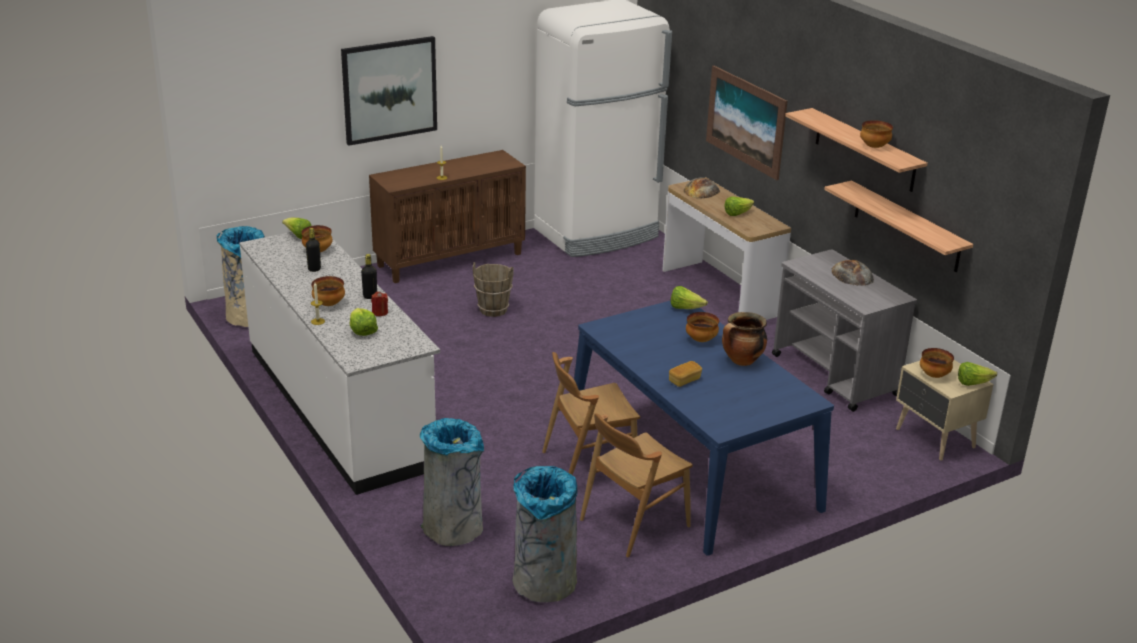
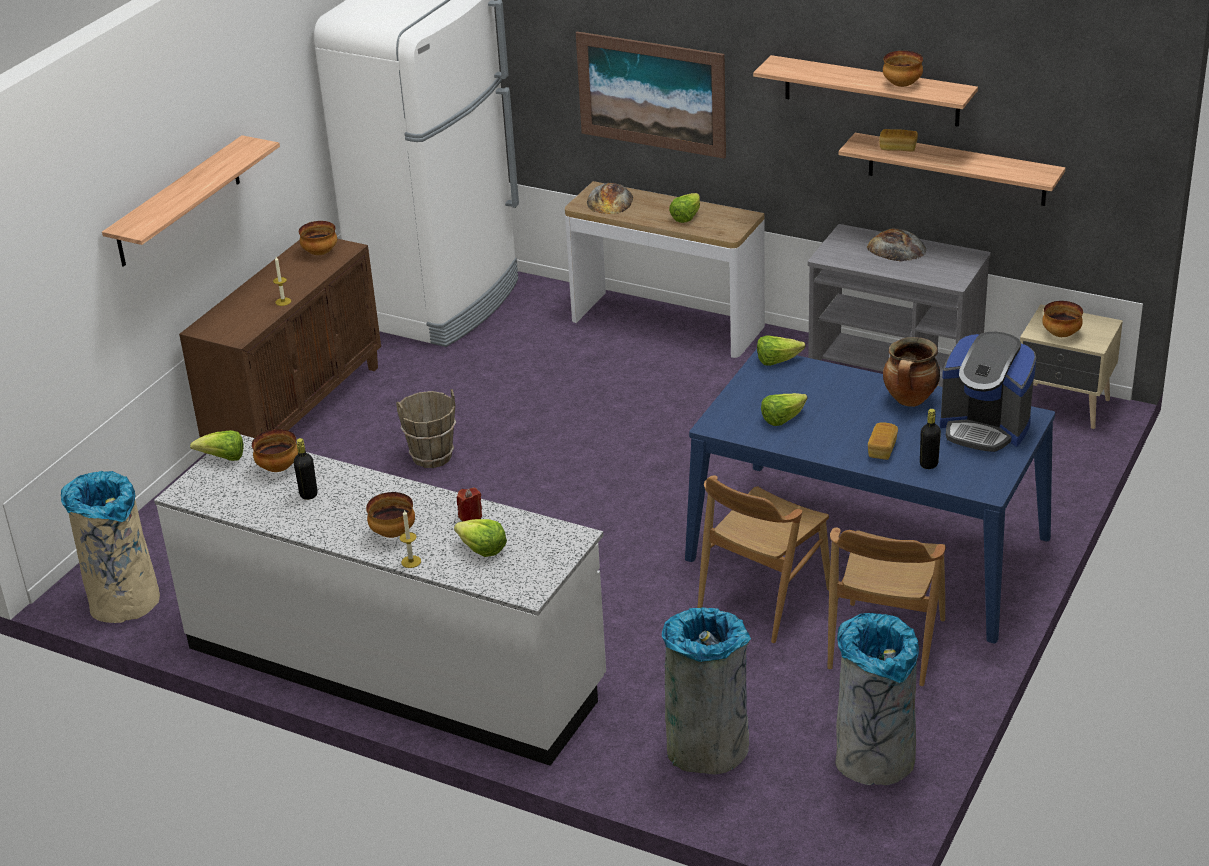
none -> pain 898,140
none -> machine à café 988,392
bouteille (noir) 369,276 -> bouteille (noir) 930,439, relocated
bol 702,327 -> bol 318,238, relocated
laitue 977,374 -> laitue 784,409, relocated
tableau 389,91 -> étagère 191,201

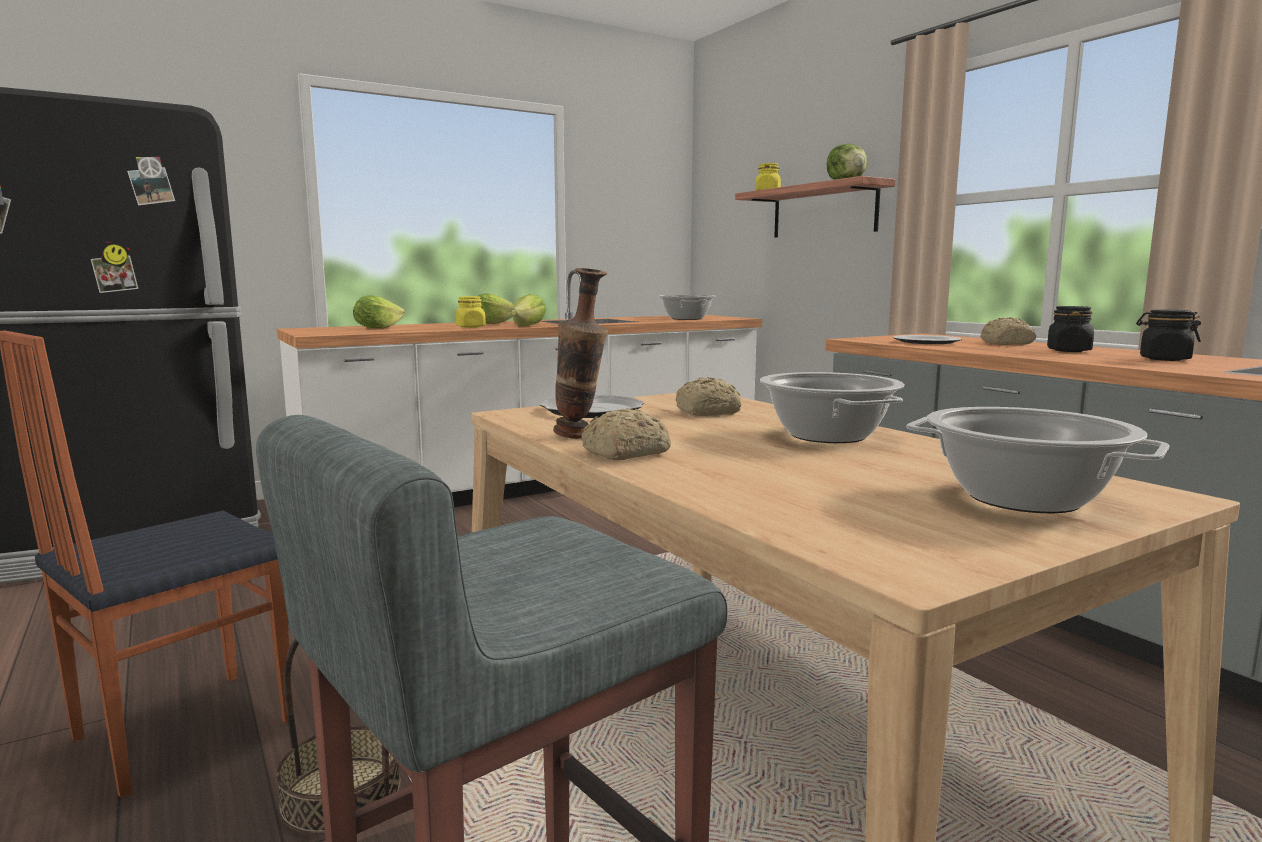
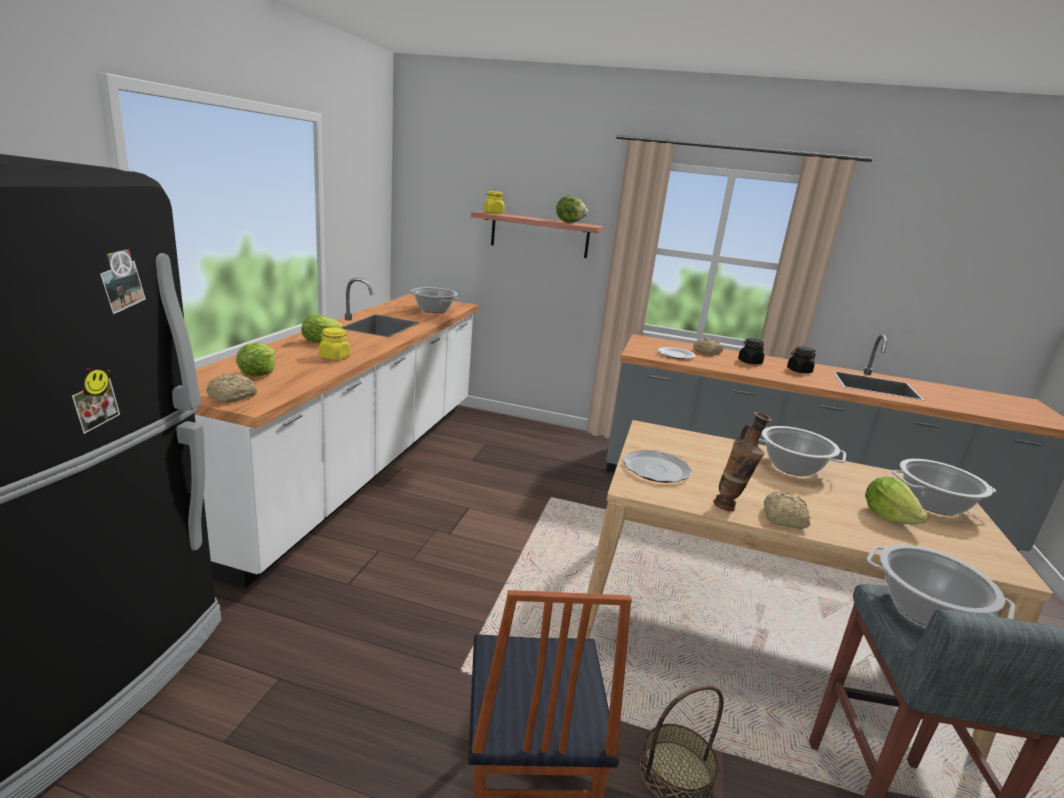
none -> marmite 940,585
laitue 528,310 -> laitue 897,500, relocated
pain 708,396 -> pain 231,388, relocated

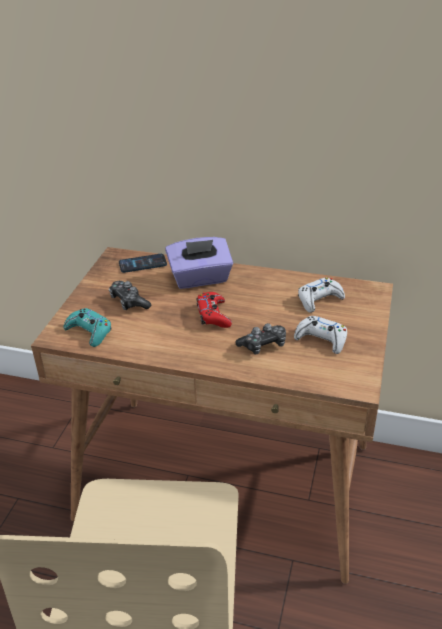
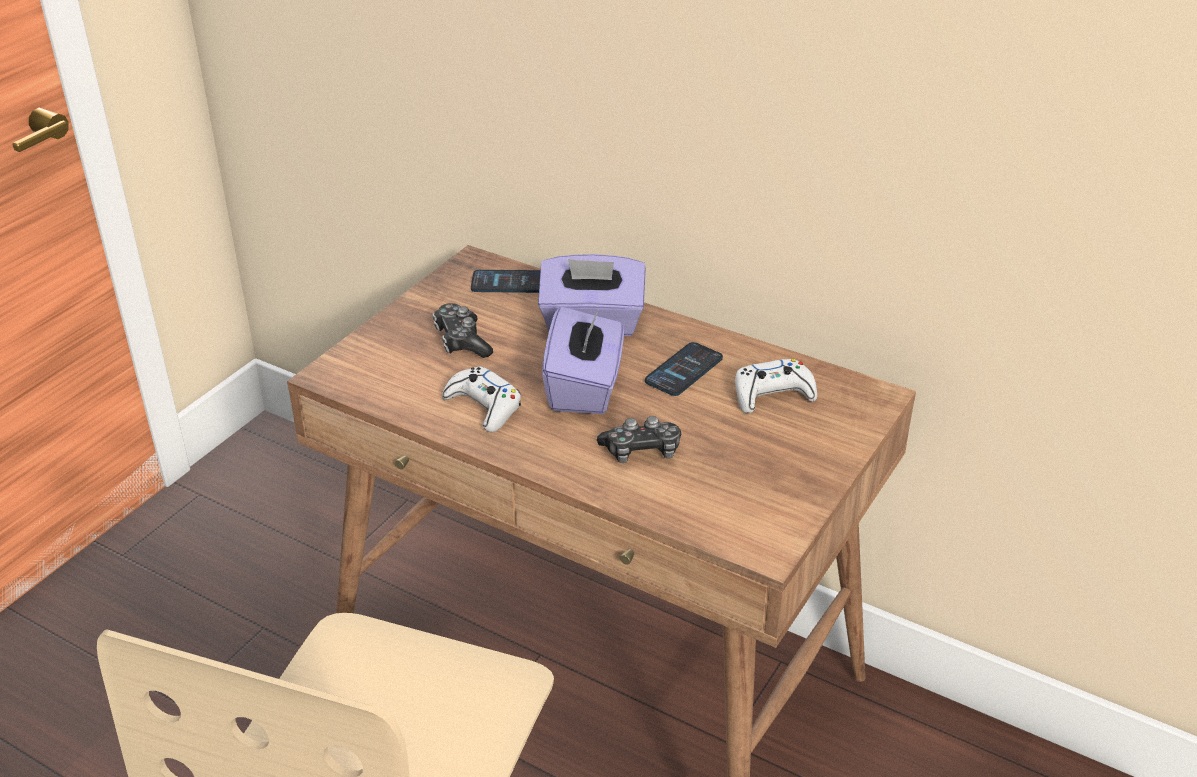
manette (turquoise) 88,327 -> none
none -> téléphone 684,369
manette (blanc) 320,335 -> manette (blanc) 481,399, relocated
manette (rouge) 214,310 -> boîte à mouchoirs (violet) 583,359

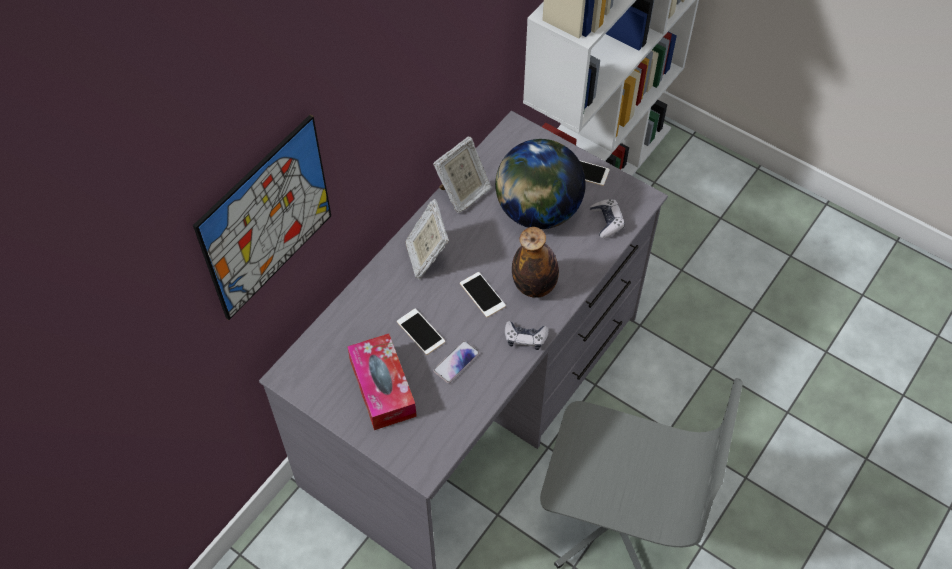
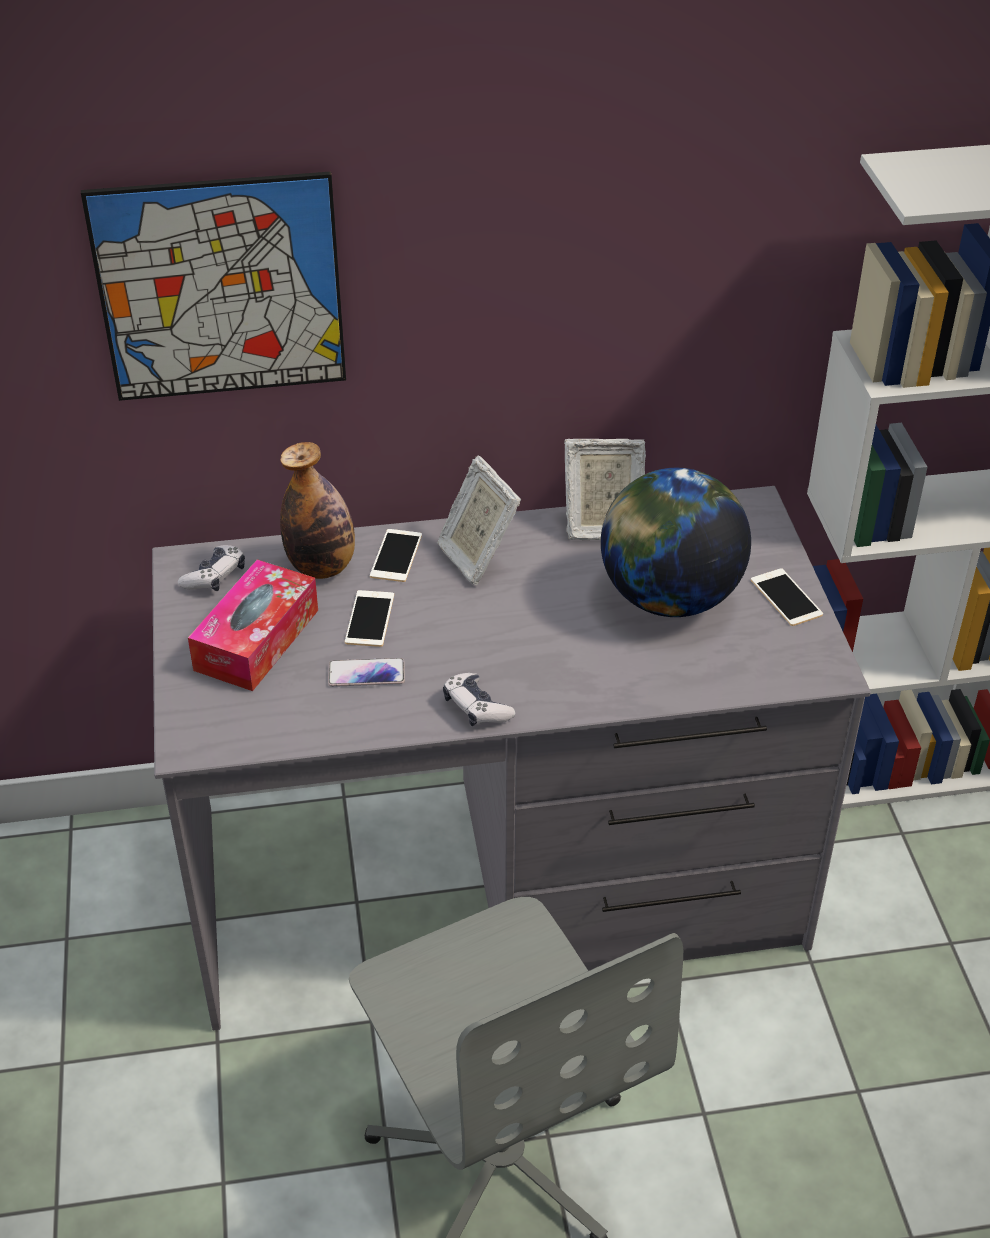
téléphone 483,294 -> téléphone 396,555, relocated
bouteille 535,262 -> bouteille 317,510, relocated
manette 607,218 -> manette 211,568, relocated
cadre photo 427,239 -> cadre photo 479,520, 60 degrees counterclockwise

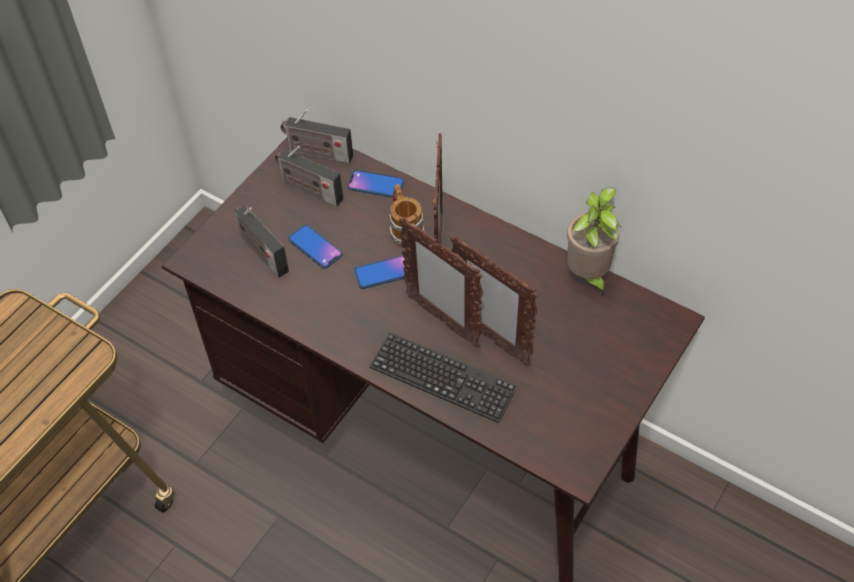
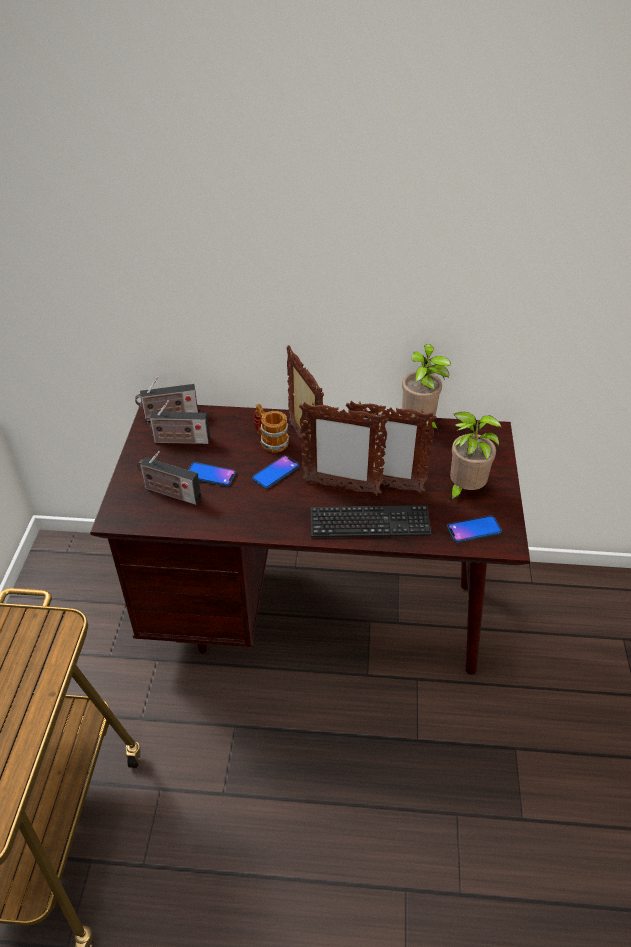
none -> plante en pot 474,457
téléphone 375,184 -> téléphone 474,529, relocated

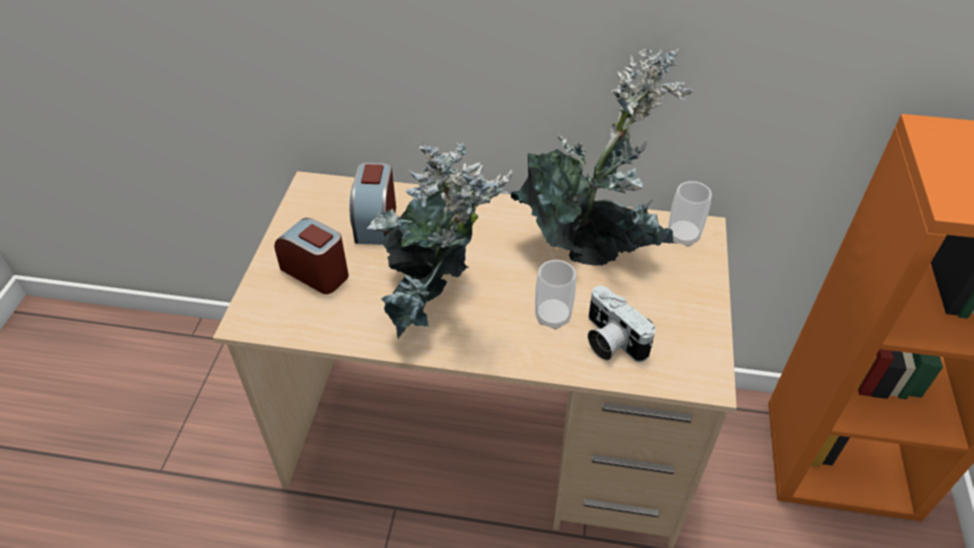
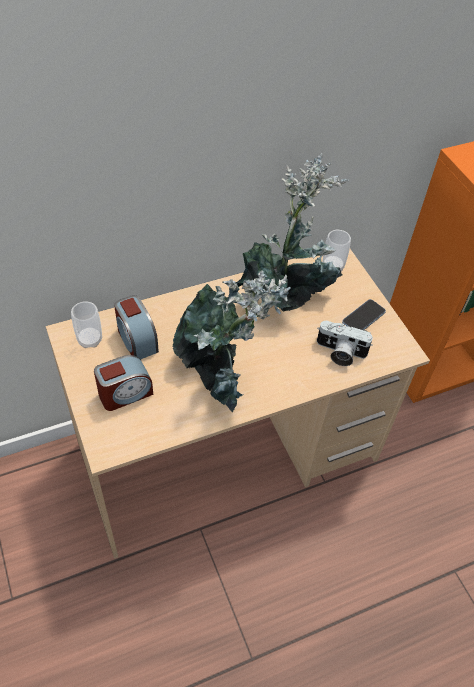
none -> téléphone 364,314
tasse 555,295 -> tasse 86,324, relocated
réveil 311,256 -> réveil 123,383, 150 degrees clockwise

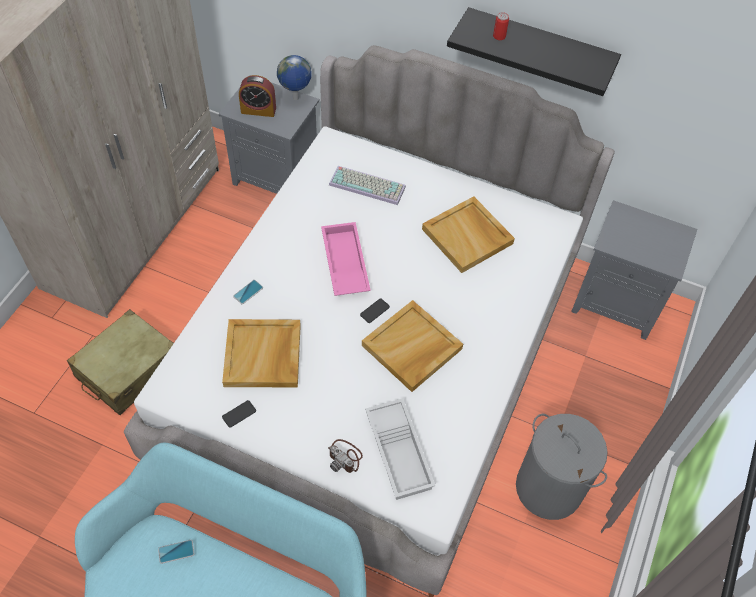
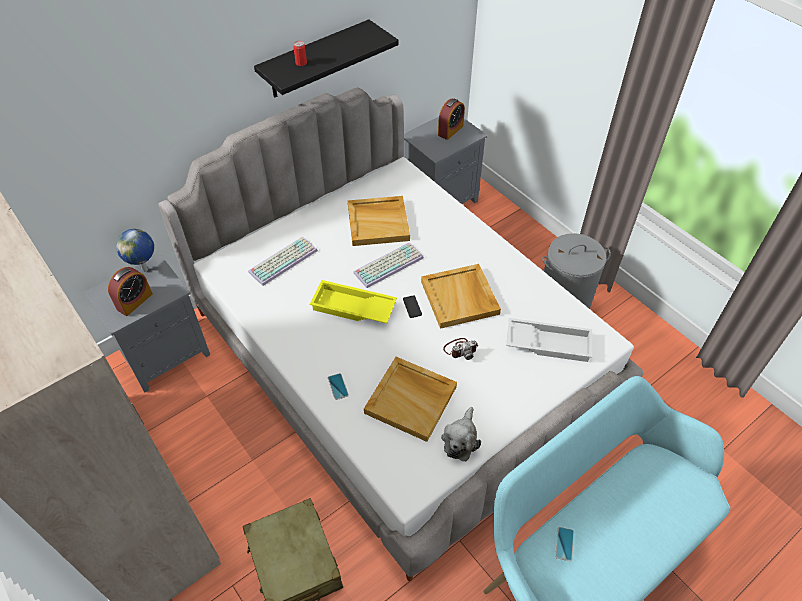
none -> clavier 388,265
none -> réveil 451,119
appareil photo 345,456 -> appareil photo 461,349, relocated
téléphone 239,414 -> peluche 461,434
plateau (rose) 346,259 -> plateau (jaune) 353,301

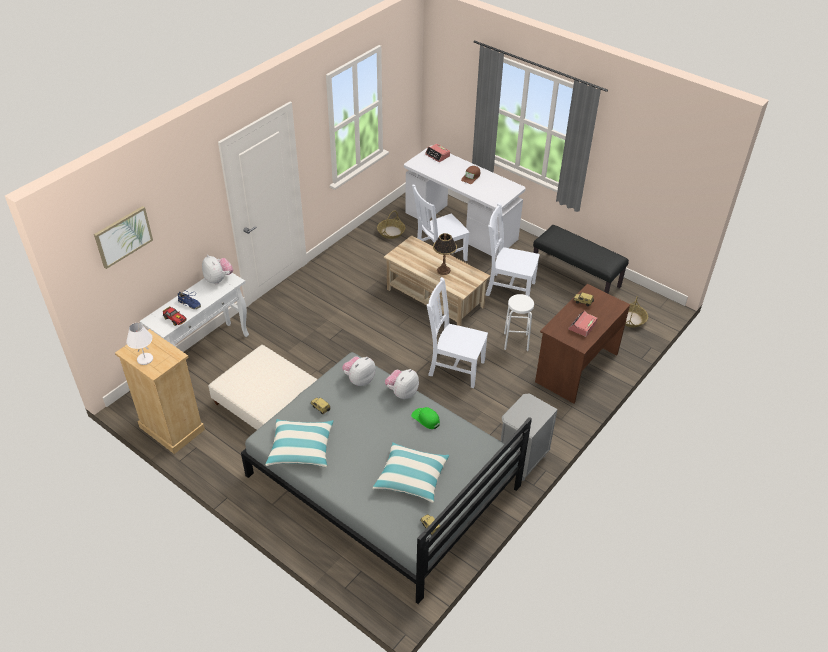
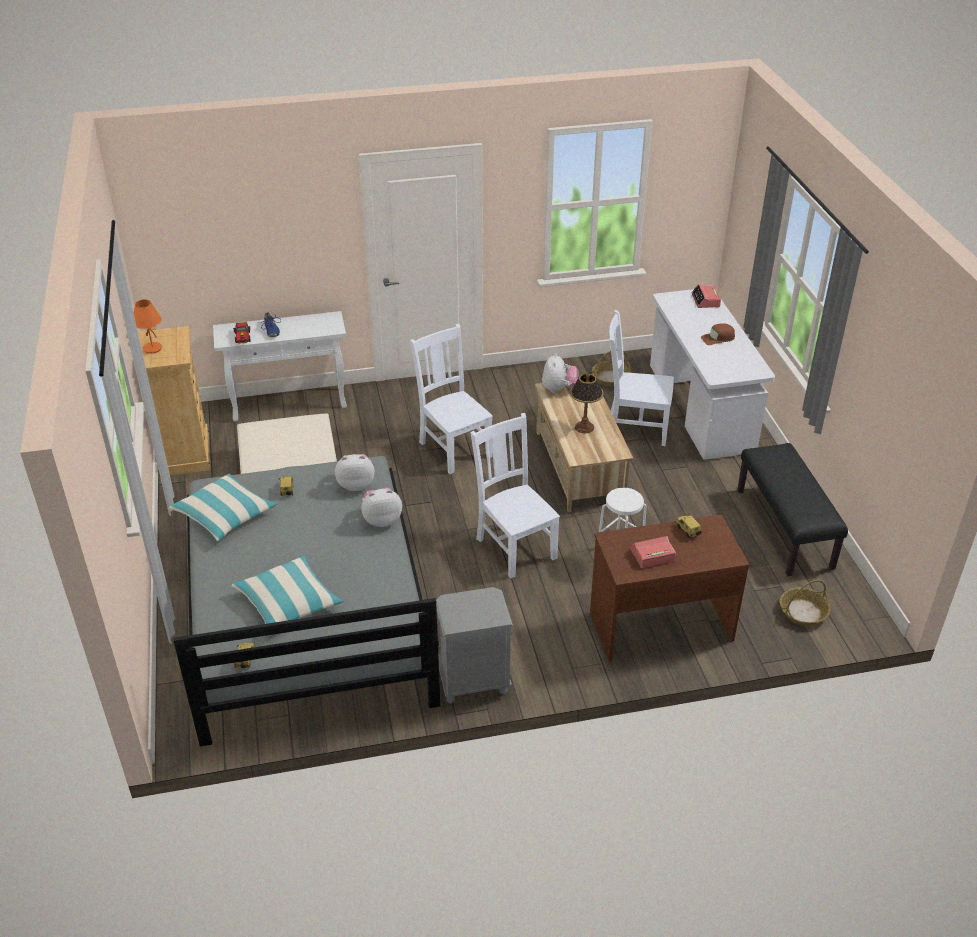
tableau 123,237 -> none
casquette (vert) 425,418 -> none
peluche 217,269 -> peluche 560,373, relocated
chaise (blanc) 513,249 -> chaise (blanc) 451,399, relocated
lampe de table (blanc) 139,344 -> lampe de table (orange) 148,327

